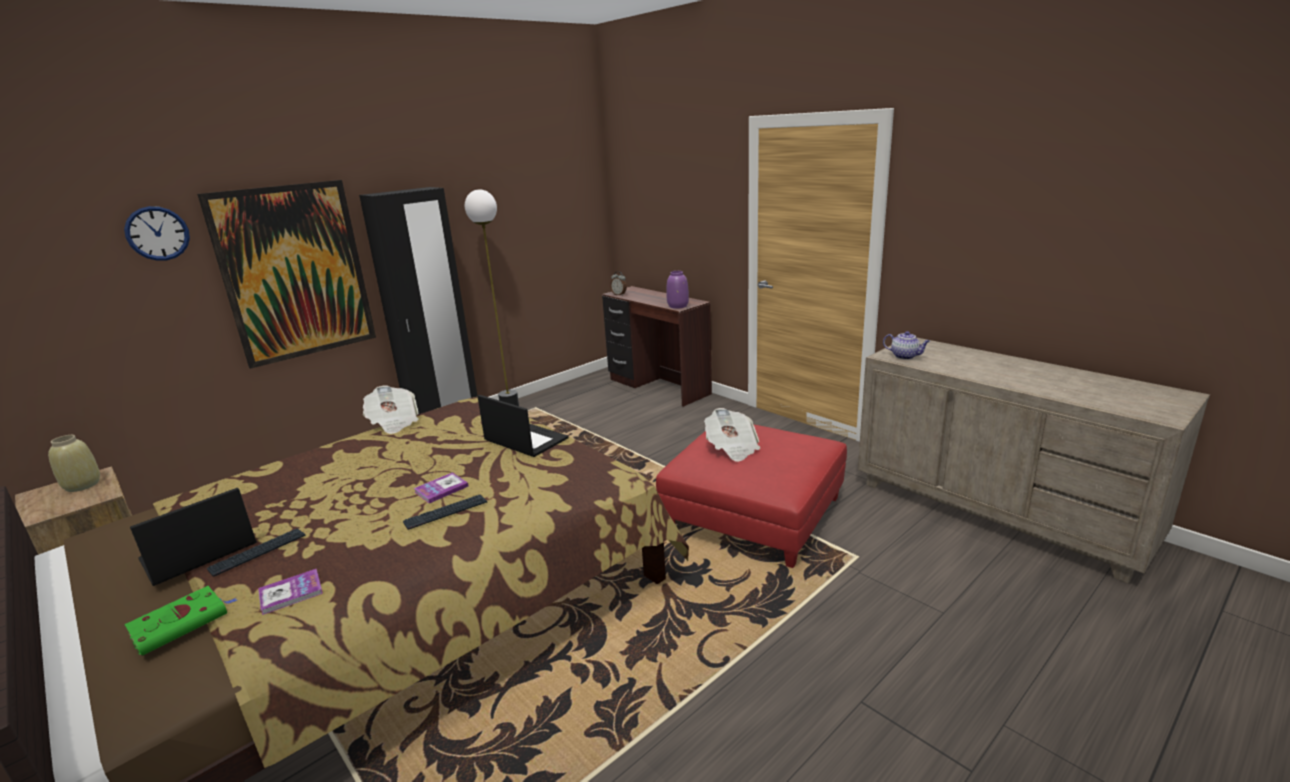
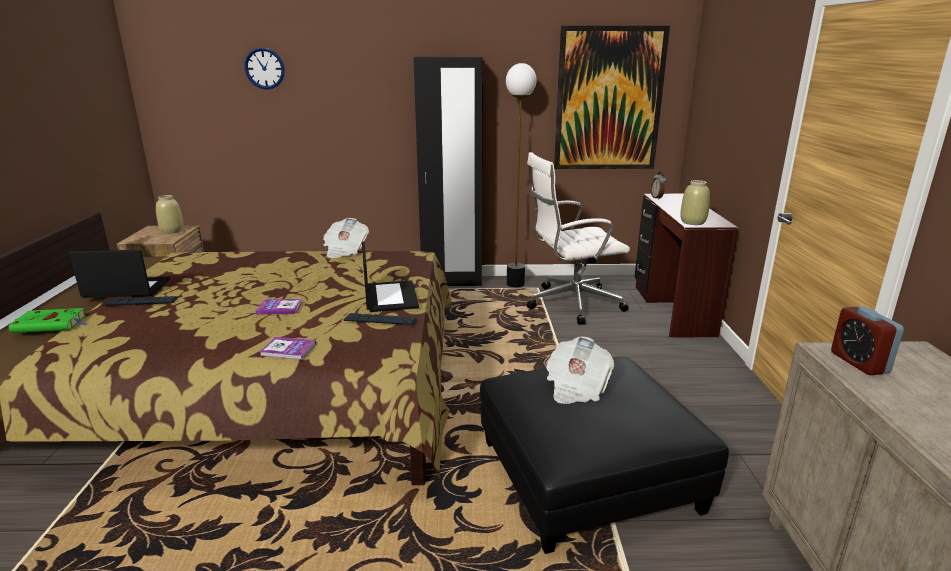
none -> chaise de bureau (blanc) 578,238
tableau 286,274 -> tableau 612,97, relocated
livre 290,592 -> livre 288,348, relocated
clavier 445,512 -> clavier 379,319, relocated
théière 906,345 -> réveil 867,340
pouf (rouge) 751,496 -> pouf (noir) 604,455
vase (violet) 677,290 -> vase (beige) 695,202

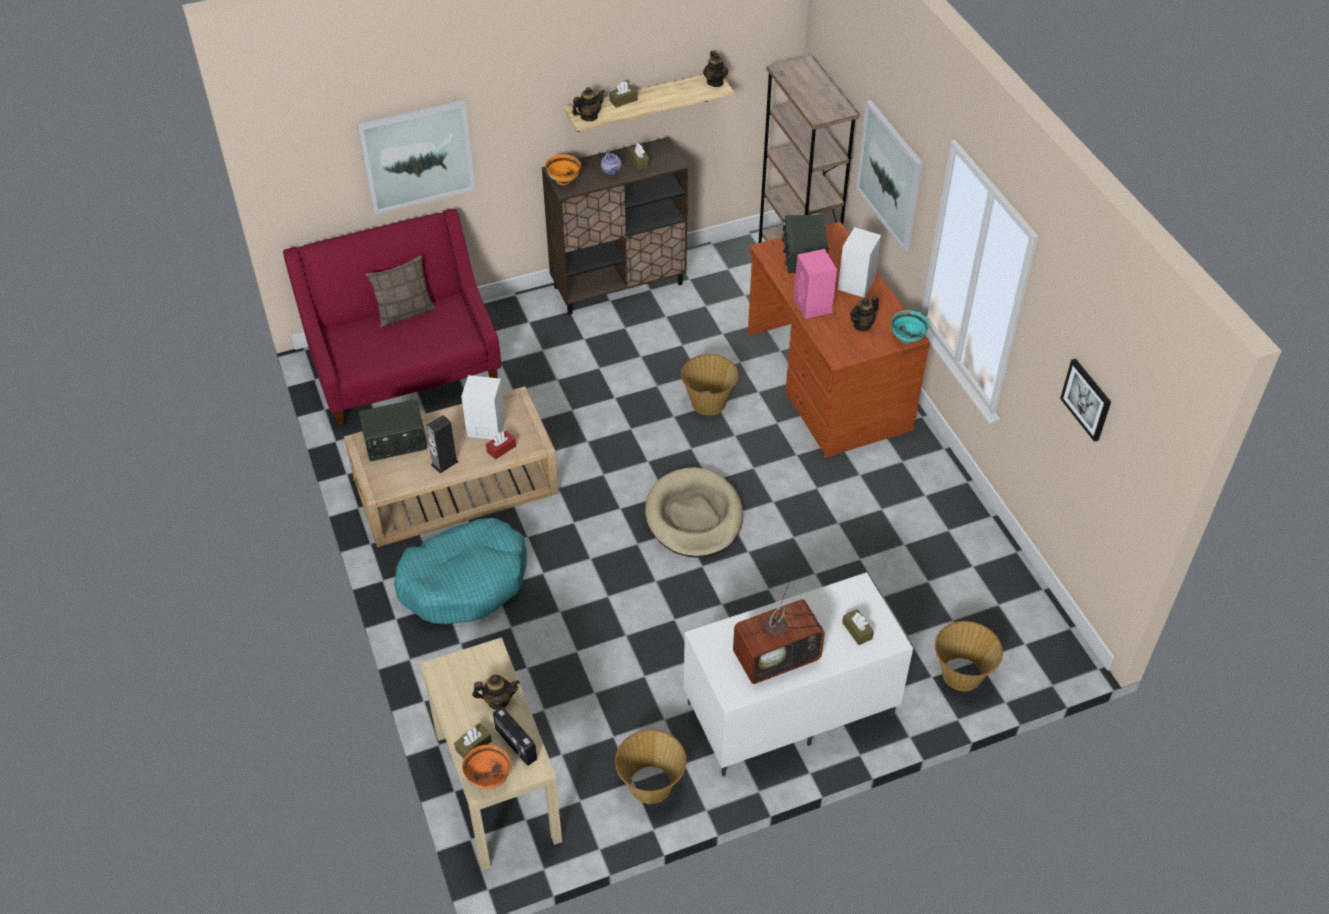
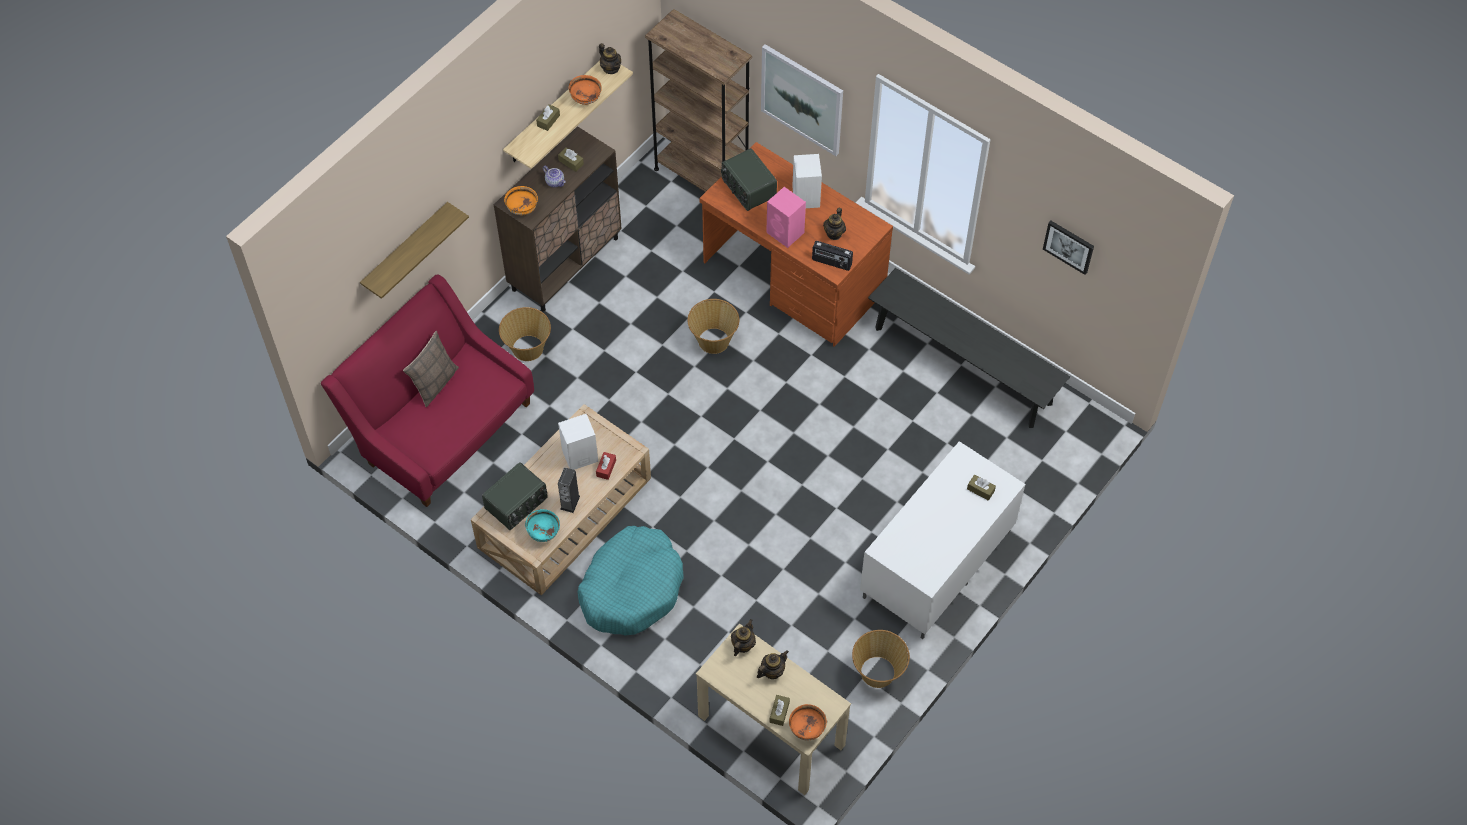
panier pour chien (beige) 694,512 -> none
téléviseur 779,633 -> none
none -> bol (orange) 585,90
none -> banc (noir) 969,348
radio 515,736 -> radio 832,256, relocated
théière 588,104 -> théière 743,637, relocated
bol (turquoise) 910,327 -> bol (turquoise) 542,525, relocated
panier 969,656 -> panier 525,334, relocated
tableau 416,157 -> étagère 414,250

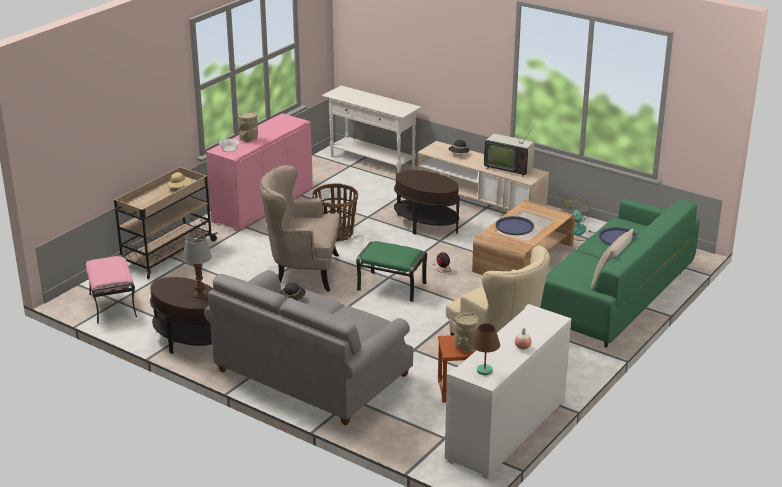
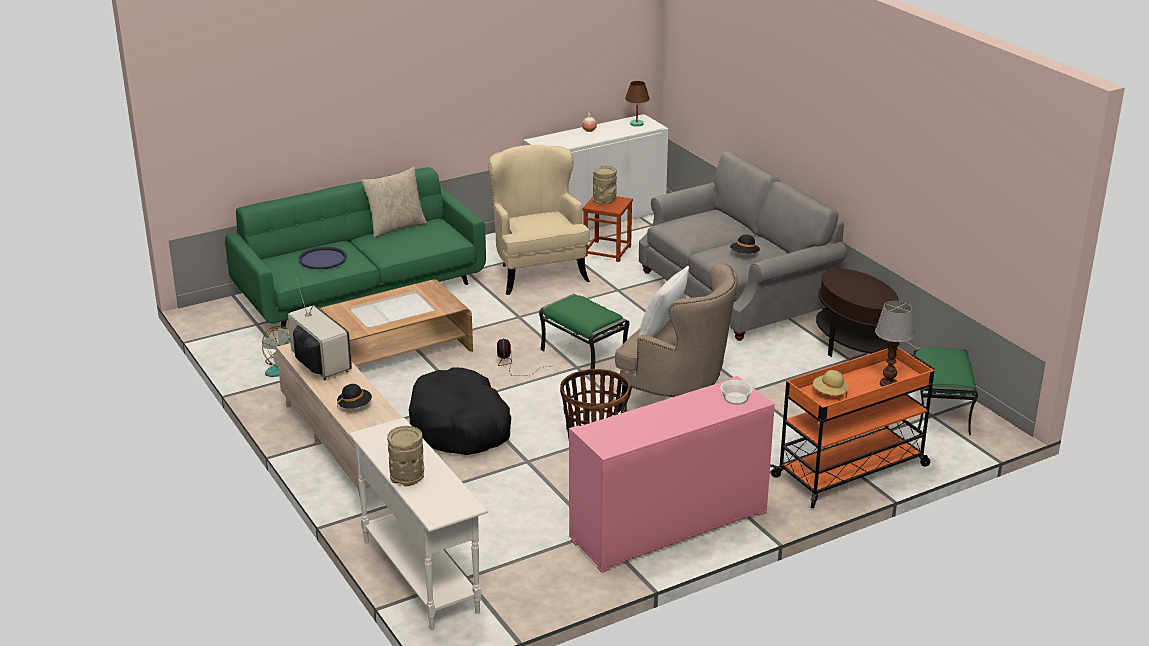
plateau (bleu) 515,225 -> none
none -> coussin (blanc) 664,301
lampe de table 197,266 -> lampe de table 895,344, relocated
vase (beige) 248,127 -> vase (beige) 405,456, relocated
table d'appoint (marron) 427,202 -> panier pour chien (noir) 460,411
pouf (rose) 110,289 -> pouf (vert) 946,391
chariot (beige) 166,223 -> chariot (orange) 852,427

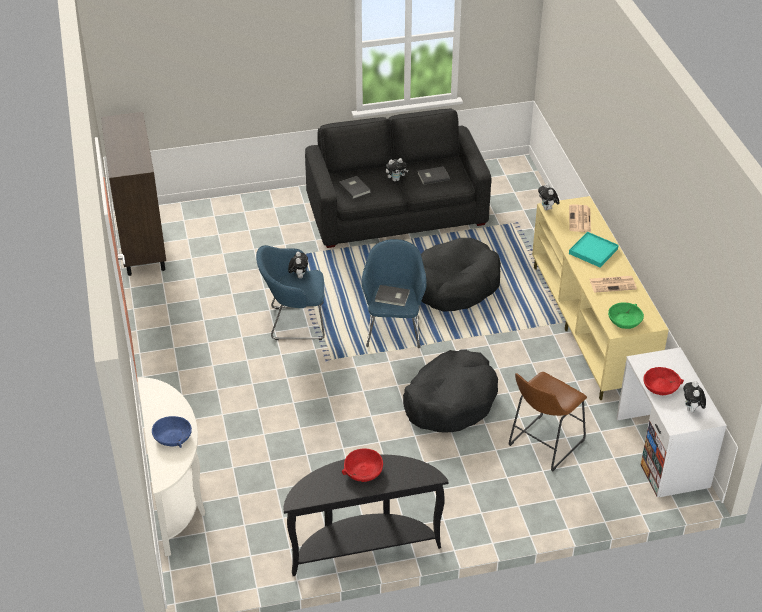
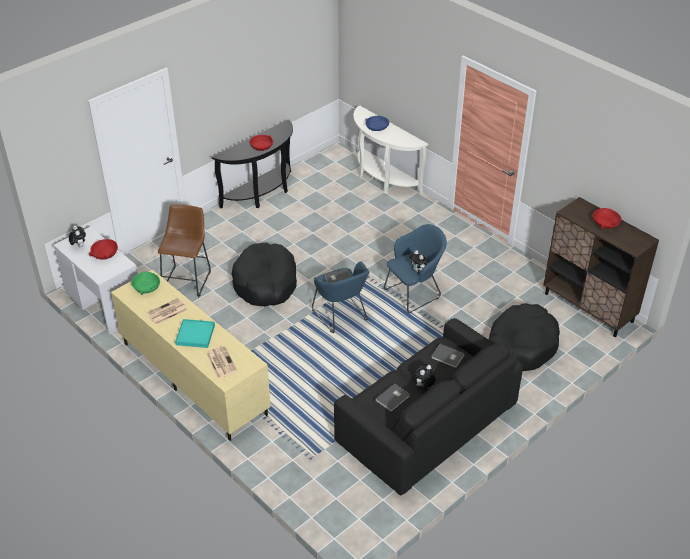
peluche 548,196 -> none
none -> bol (rouge) 607,218
panier pour chien (noir) 461,274 -> panier pour chien (noir) 524,337, relocated

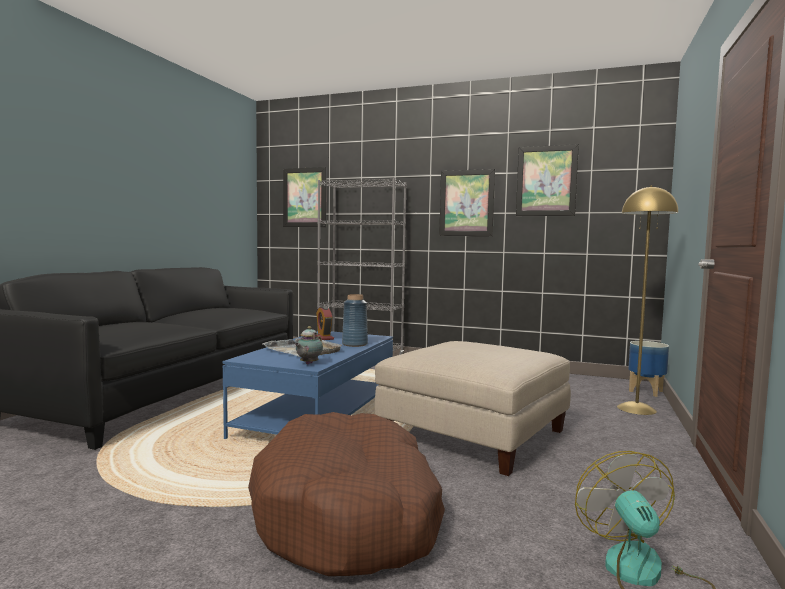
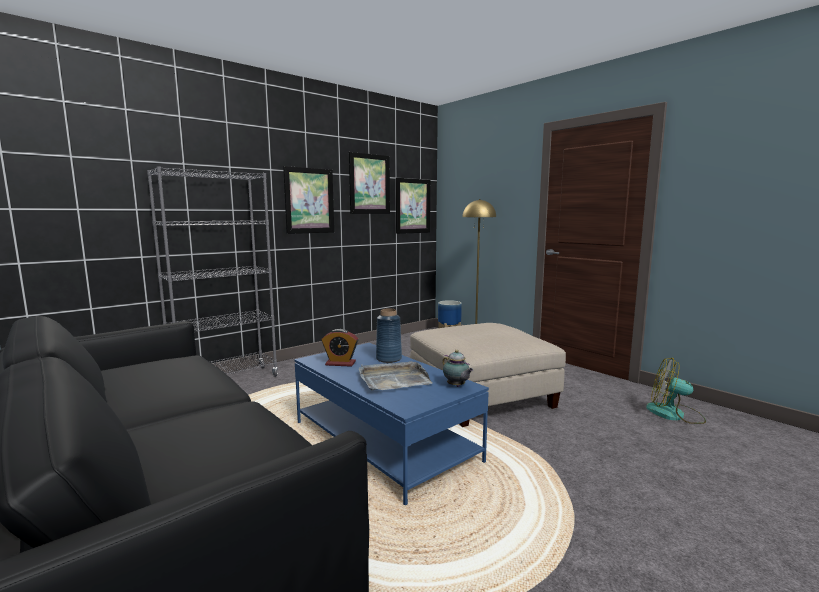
panier pour chien (marron) 346,494 -> none
tableau 305,197 -> tableau 413,206, relocated

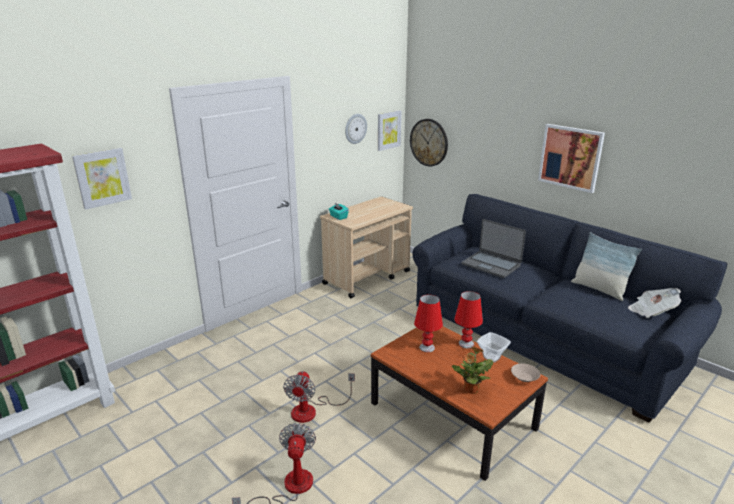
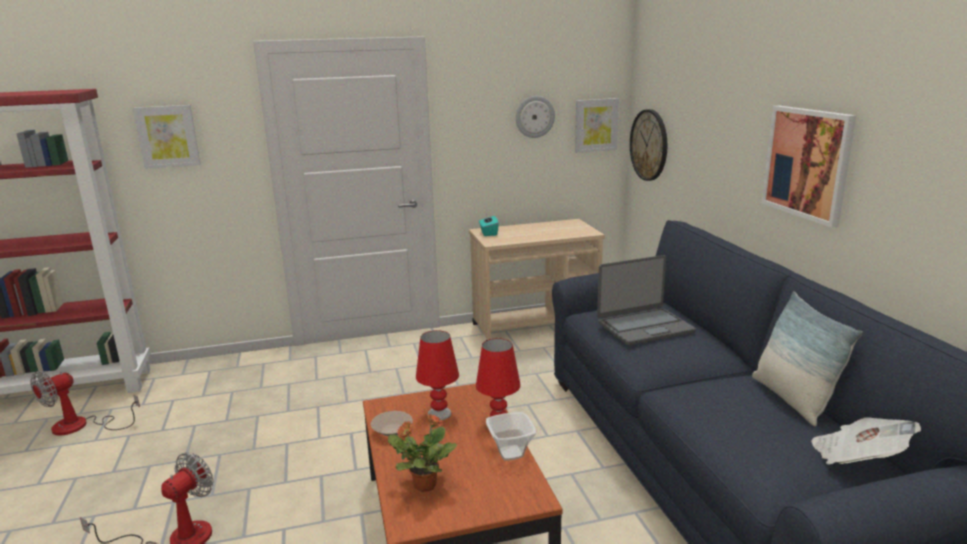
ventilateur 319,397 -> ventilateur 85,403, relocated
bol (beige) 525,372 -> bol (beige) 392,423, relocated
ordinateur portable 494,248 -> ordinateur portable 646,300, 90 degrees counterclockwise

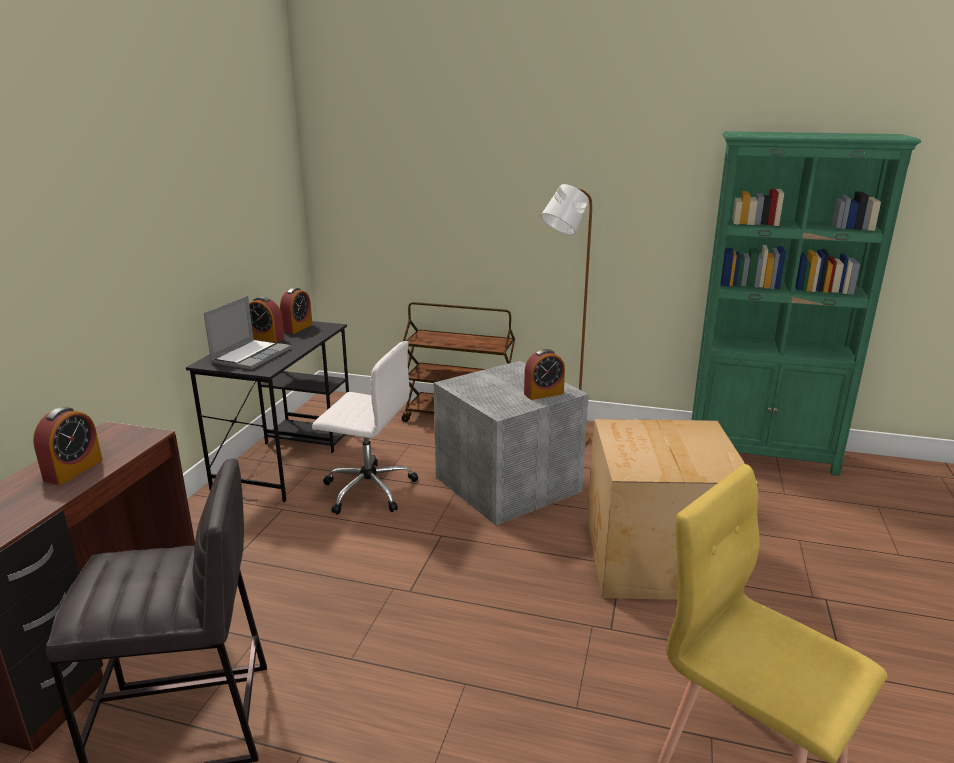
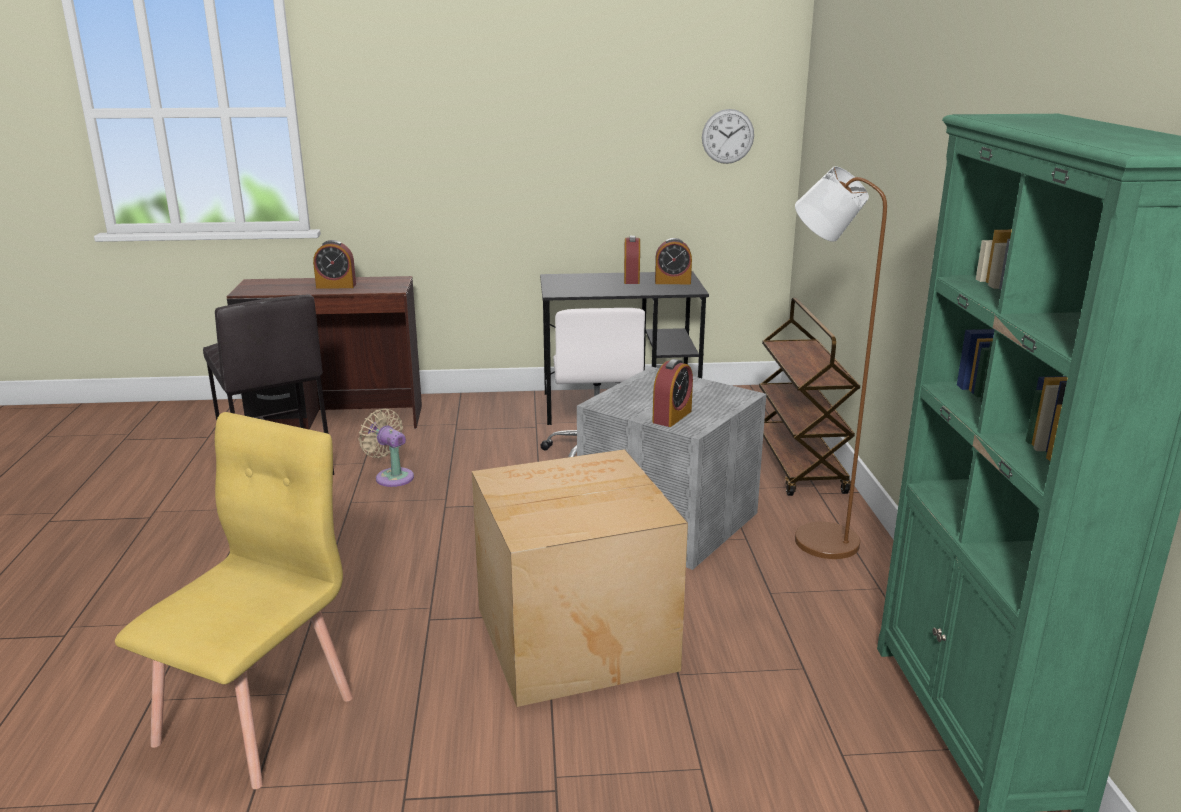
ordinateur portable 247,333 -> none
none -> ventilateur (beige) 386,448
none -> horloge murale 728,136
réveil 544,374 -> réveil 672,393, 105 degrees counterclockwise

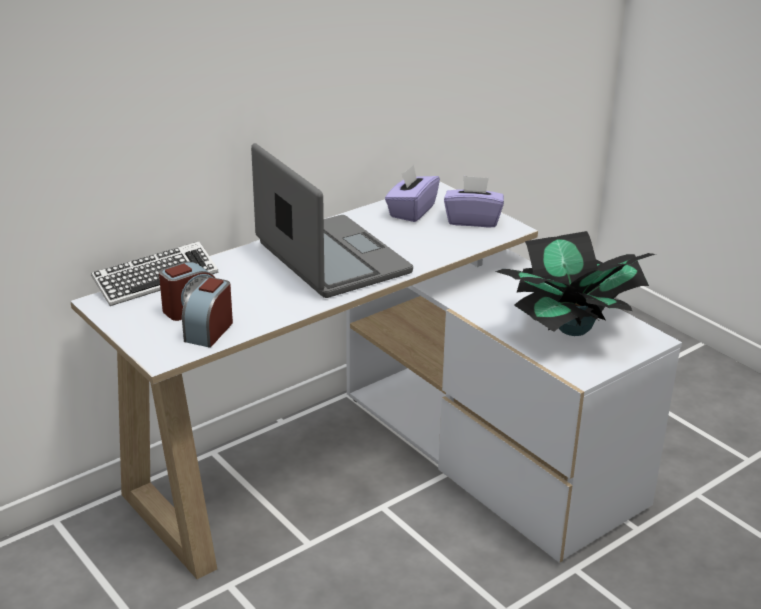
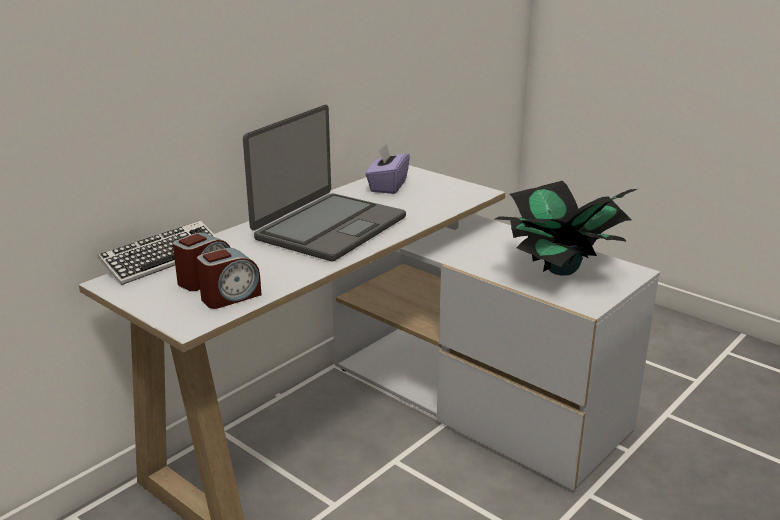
boîte à mouchoirs (violet) 474,201 -> none
réveil 207,312 -> réveil 229,278, 135 degrees counterclockwise
ordinateur portable 332,220 -> ordinateur portable 324,183, 75 degrees clockwise

